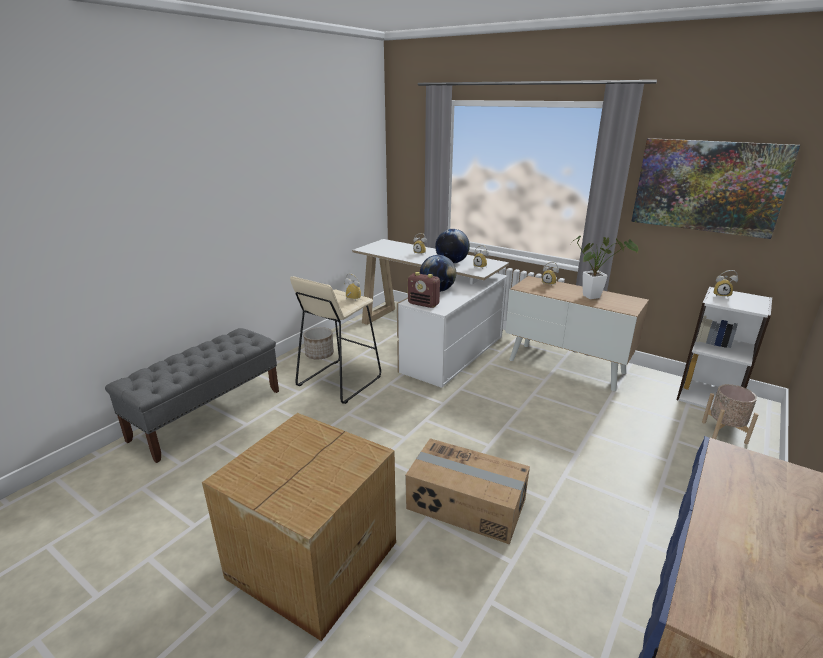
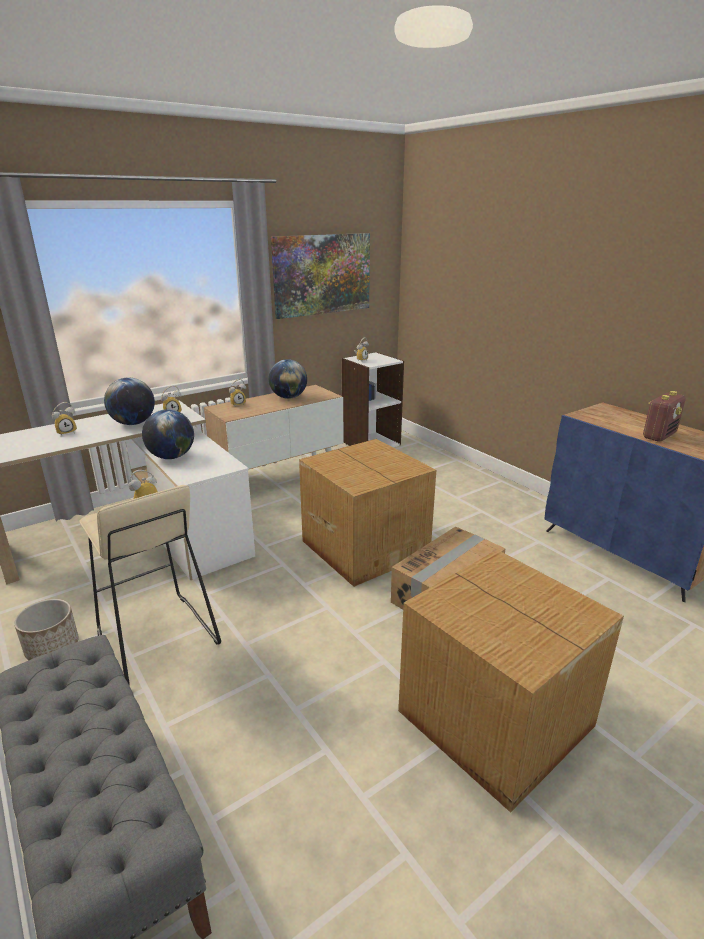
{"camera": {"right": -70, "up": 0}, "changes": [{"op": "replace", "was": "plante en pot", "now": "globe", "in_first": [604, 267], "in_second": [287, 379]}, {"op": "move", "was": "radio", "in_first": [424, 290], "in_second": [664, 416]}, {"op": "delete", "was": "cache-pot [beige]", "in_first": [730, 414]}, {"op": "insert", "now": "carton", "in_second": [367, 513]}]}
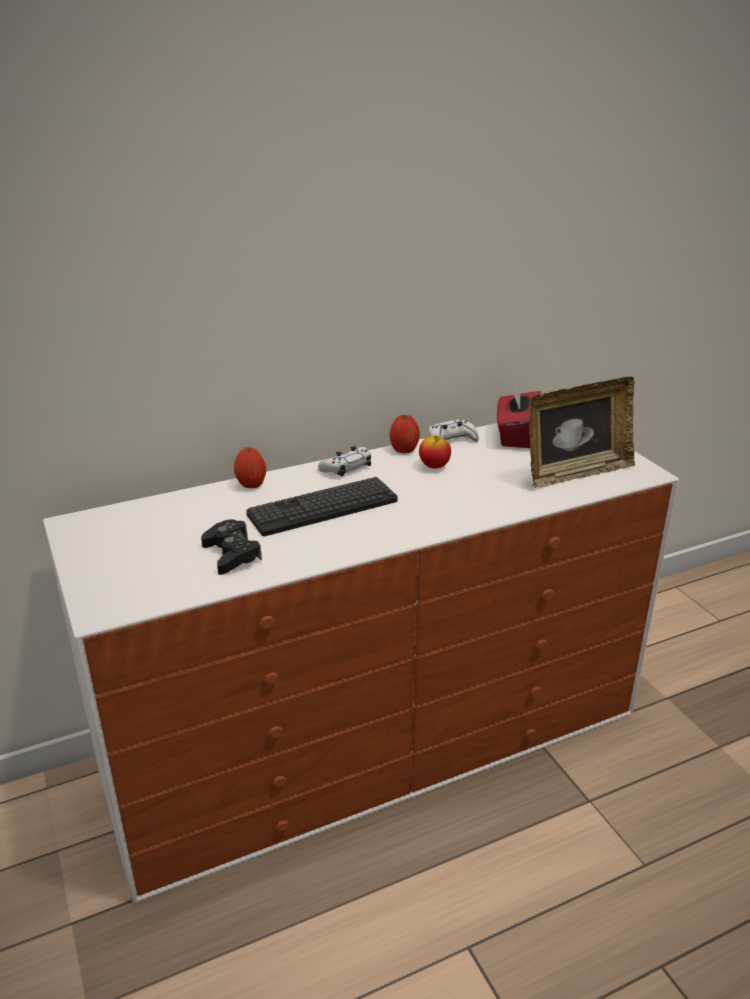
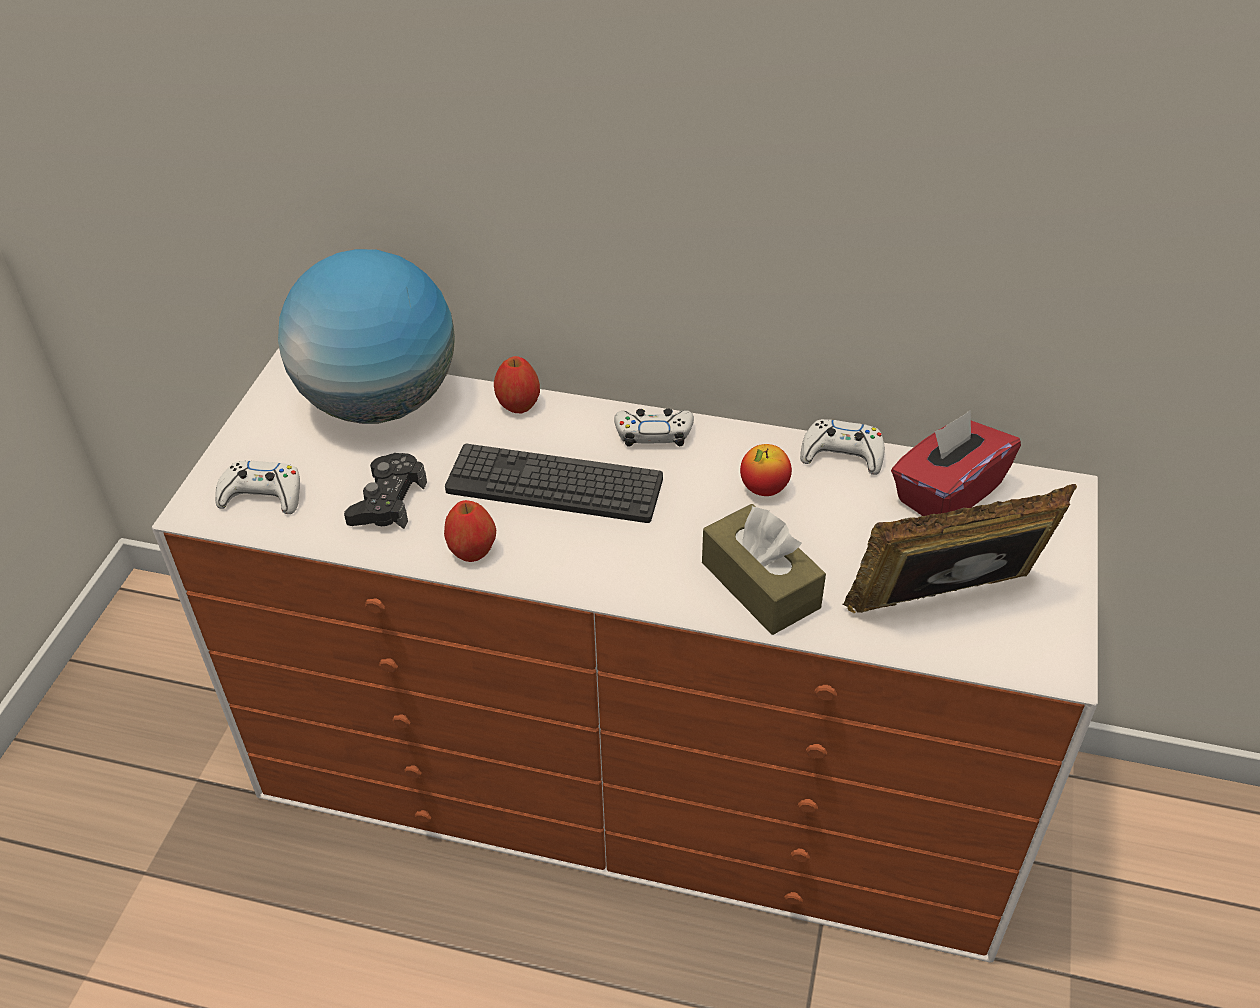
{"camera": {"right": 40, "up": 15}, "changes": [{"op": "rotate", "was": "cadre photo", "in_first": [582, 432], "in_second": [959, 548], "clockwise": 150}, {"op": "move", "was": "pomme", "in_first": [405, 433], "in_second": [470, 531]}, {"op": "insert", "now": "globe", "in_second": [366, 336]}, {"op": "insert", "now": "manette [blanc]", "in_second": [257, 487]}, {"op": "insert", "now": "boîte à mouchoirs [marron]", "in_second": [764, 569]}]}
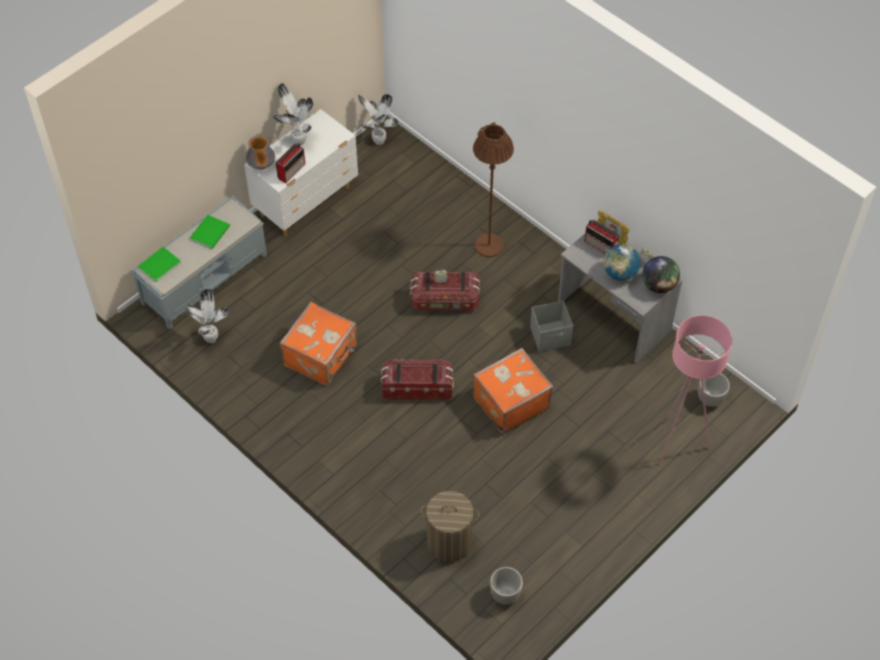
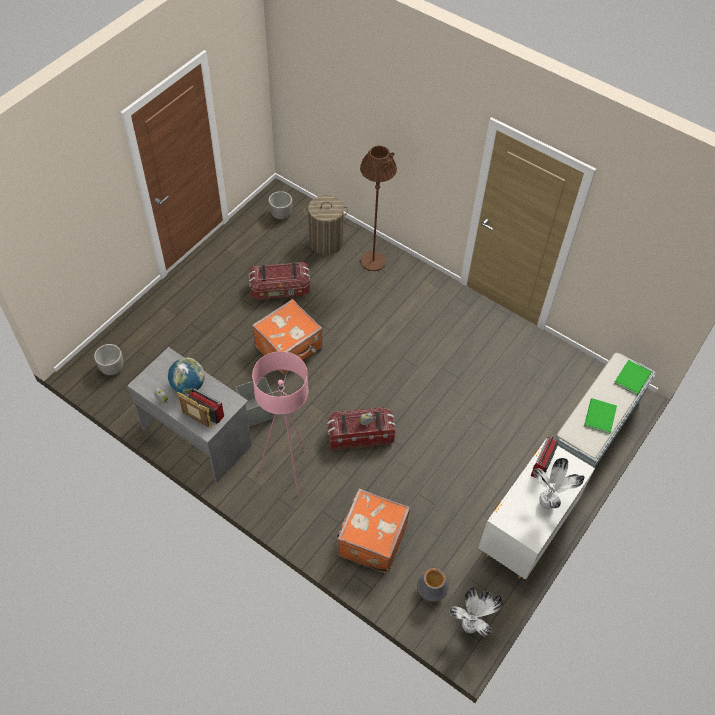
{"camera": {"right": 170, "up": 0}, "changes": [{"op": "move", "was": "lampadaire [marron]", "in_first": [493, 189], "in_second": [378, 208]}, {"op": "move", "was": "vase", "in_first": [260, 152], "in_second": [432, 585]}, {"op": "delete", "was": "globe", "in_first": [661, 274]}, {"op": "delete", "was": "plante en pot", "in_first": [206, 316]}, {"op": "move", "was": "valise [orange]", "in_first": [318, 343], "in_second": [373, 531]}, {"op": "move", "was": "lampadaire [rose]", "in_first": [695, 390], "in_second": [280, 423]}, {"op": "move", "was": "boîte de rangement", "in_first": [417, 380], "in_second": [279, 281]}]}
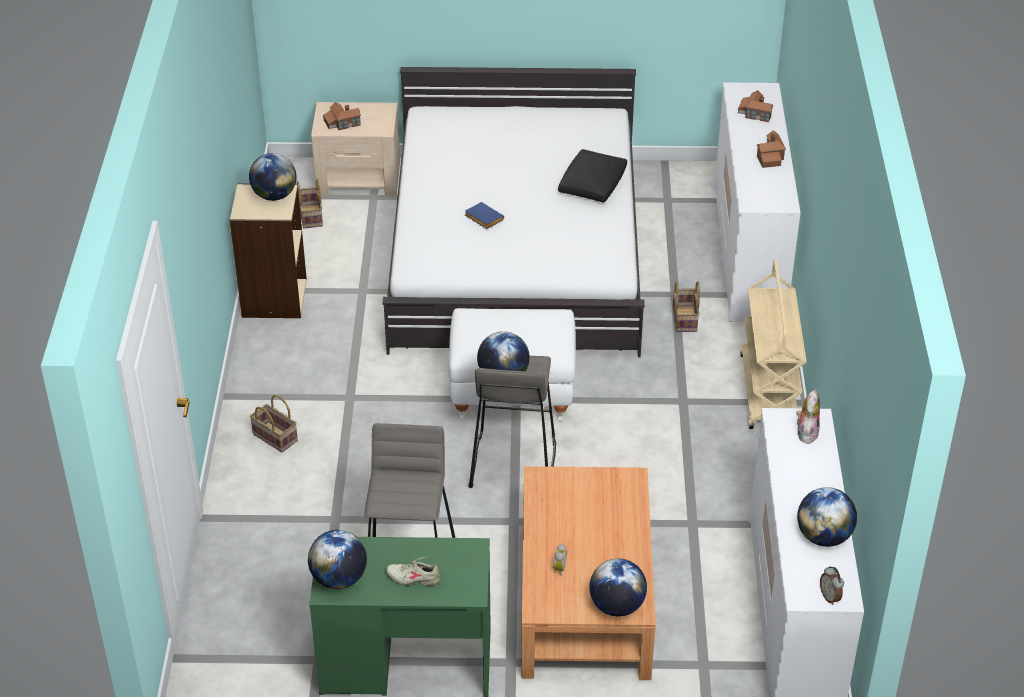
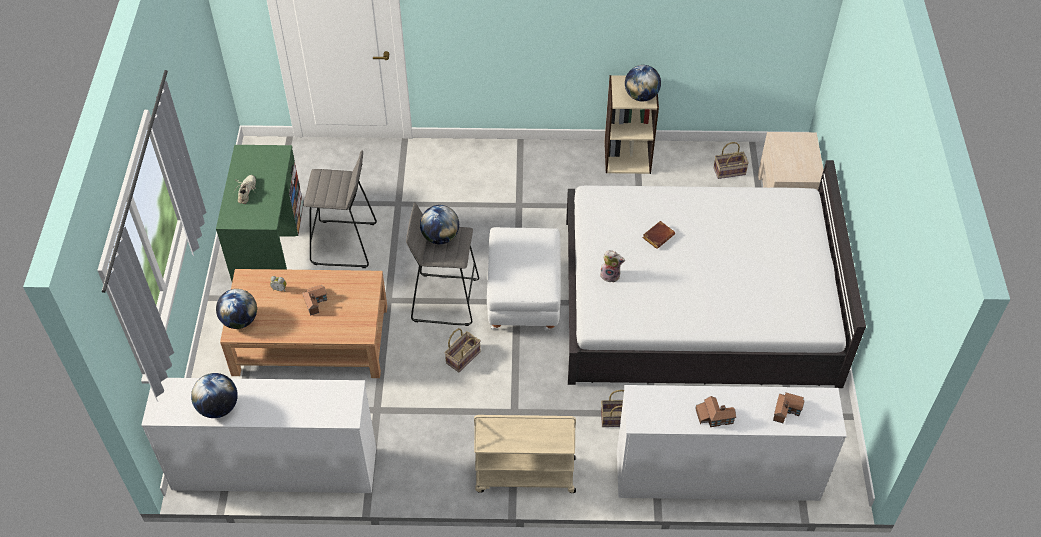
{"camera": {"right": 90, "up": 10}, "changes": [{"op": "move", "was": "maison miniature", "in_first": [342, 116], "in_second": [314, 300]}, {"op": "delete", "was": "coussin [noir]", "in_first": [592, 176]}, {"op": "recolor", "was": "livre [bleu]", "now": "livre [marron]", "in_first": [484, 215], "in_second": [658, 235]}, {"op": "move", "was": "peluche", "in_first": [808, 417], "in_second": [612, 266]}, {"op": "move", "was": "panier", "in_first": [274, 424], "in_second": [462, 350]}, {"op": "delete", "was": "globe", "in_first": [337, 559]}, {"op": "delete", "was": "réveil", "in_first": [832, 585]}]}
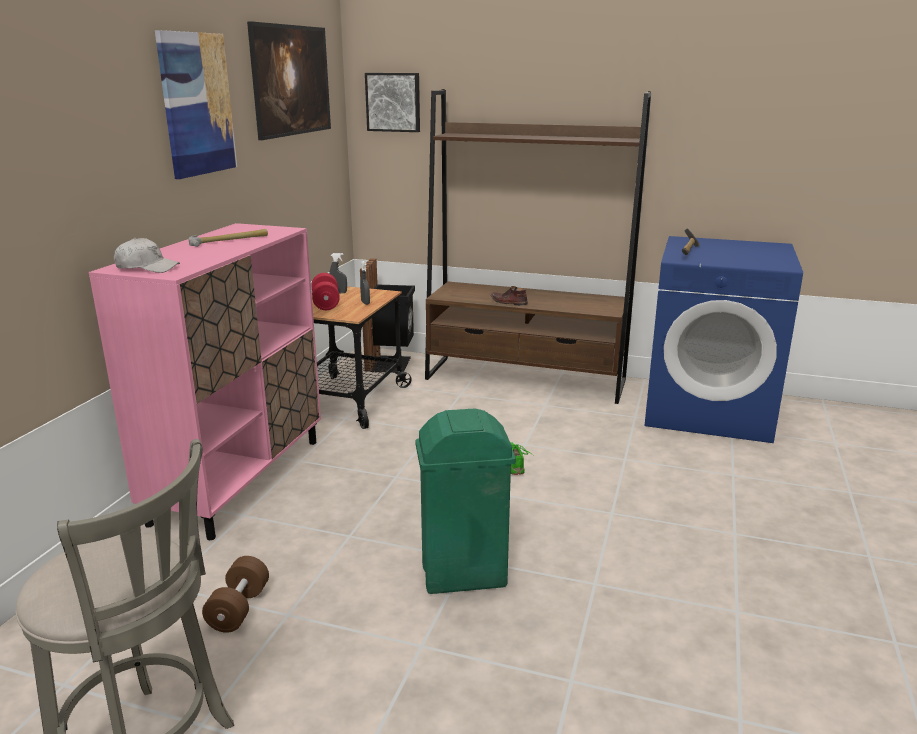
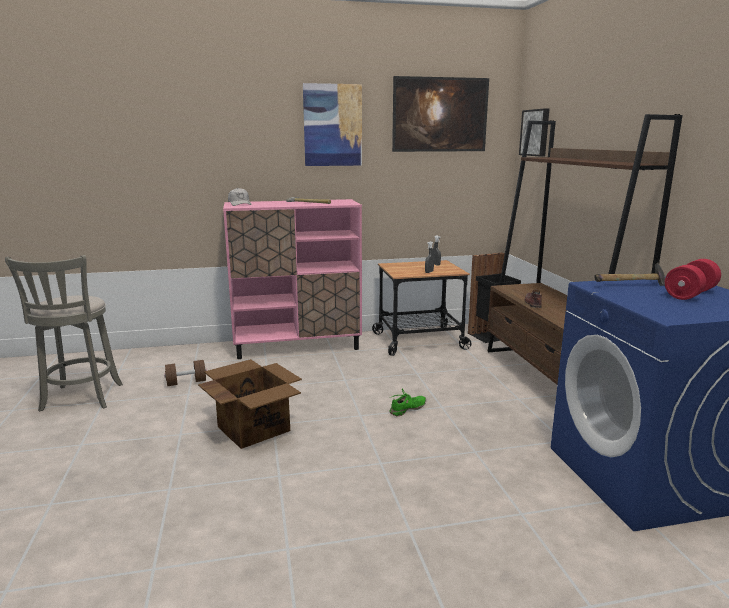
{"camera": {"right": 60, "up": -5}, "changes": [{"op": "move", "was": "haltère [rouge]", "in_first": [326, 291], "in_second": [692, 279]}, {"op": "replace", "was": "poubelle [vert]", "now": "carton", "in_first": [466, 501], "in_second": [250, 404]}]}
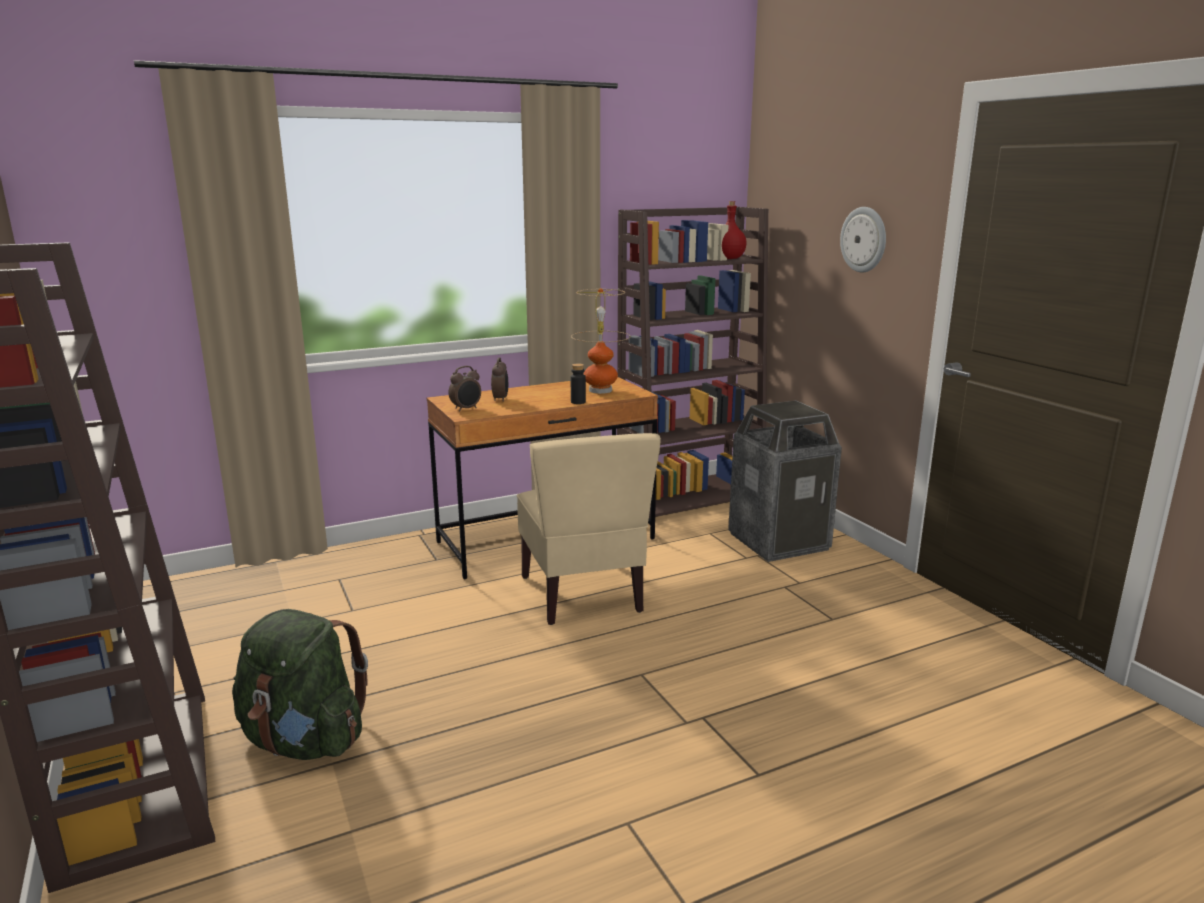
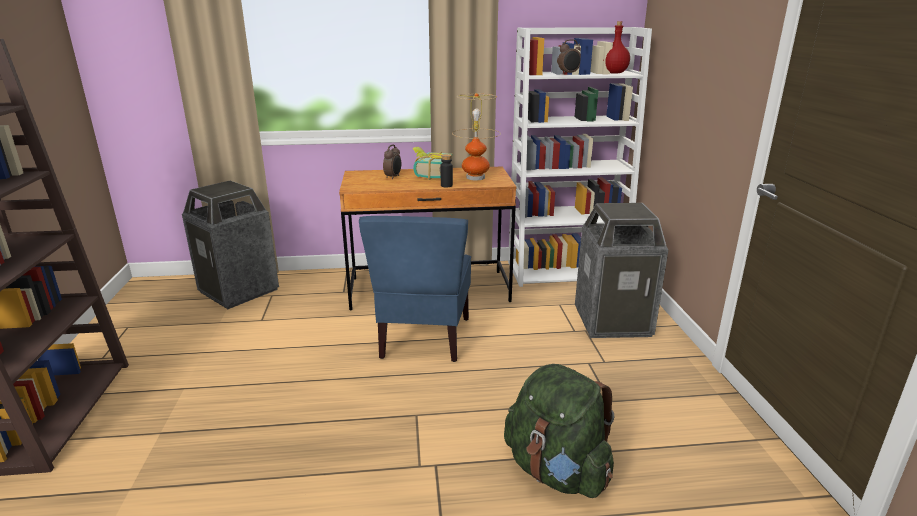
{"camera": {"right": 20, "up": 5}, "changes": [{"op": "recolor", "was": "bibliothèque [marron]", "now": "bibliothèque [blanc]", "in_first": [692, 363], "in_second": [580, 157]}, {"op": "delete", "was": "horloge murale", "in_first": [863, 239]}, {"op": "move", "was": "réveil", "in_first": [465, 389], "in_second": [569, 57]}, {"op": "recolor", "was": "chaise [beige]", "now": "chaise [bleu]", "in_first": [589, 529], "in_second": [415, 289]}, {"op": "move", "was": "sac à dos [vert]", "in_first": [300, 684], "in_second": [559, 431]}, {"op": "insert", "now": "livre", "in_second": [432, 163]}, {"op": "insert", "now": "poubelle", "in_second": [230, 245]}]}
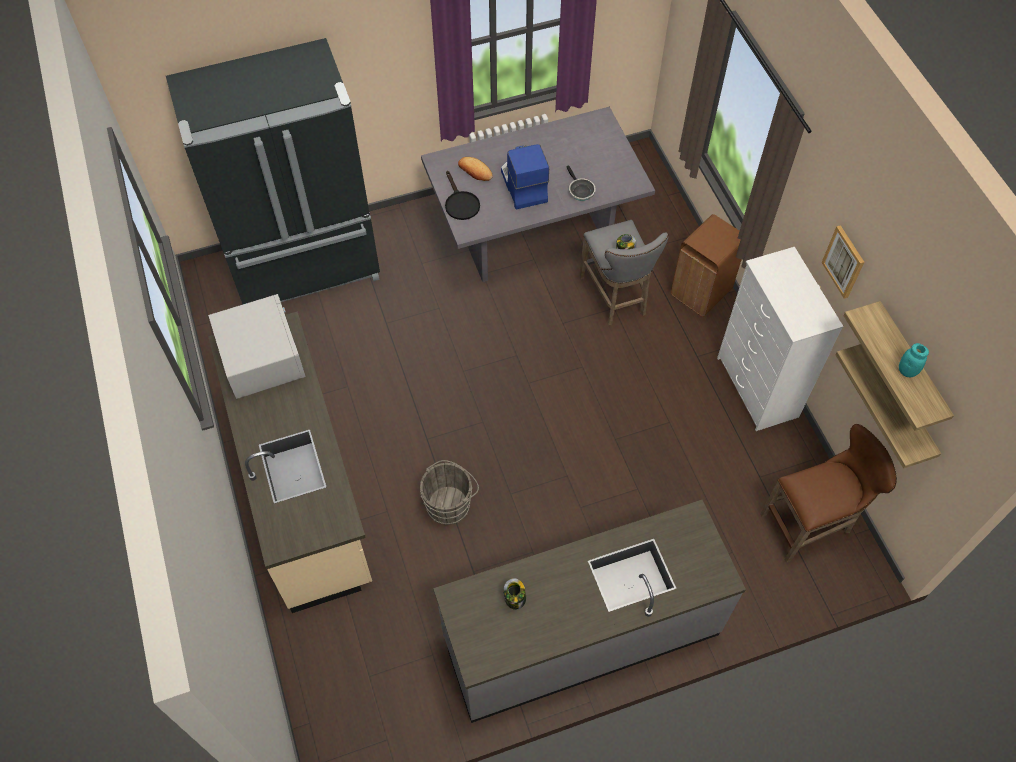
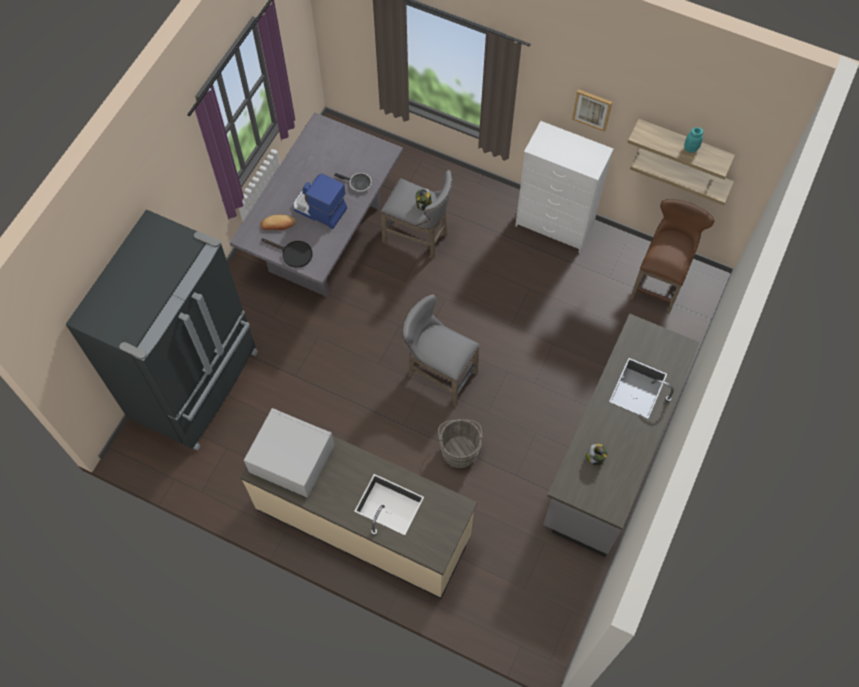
{"camera": {"right": -45, "up": 5}, "changes": [{"op": "delete", "was": "poubelle [marron]", "in_first": [706, 265]}, {"op": "insert", "now": "tabouret [gris]", "in_second": [441, 350]}]}
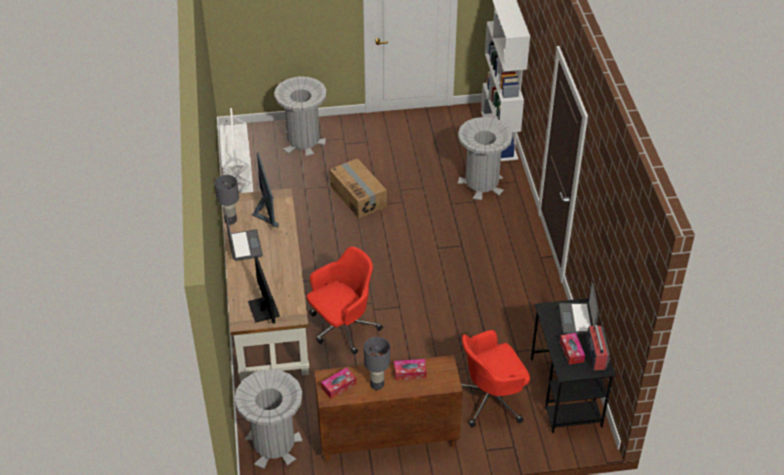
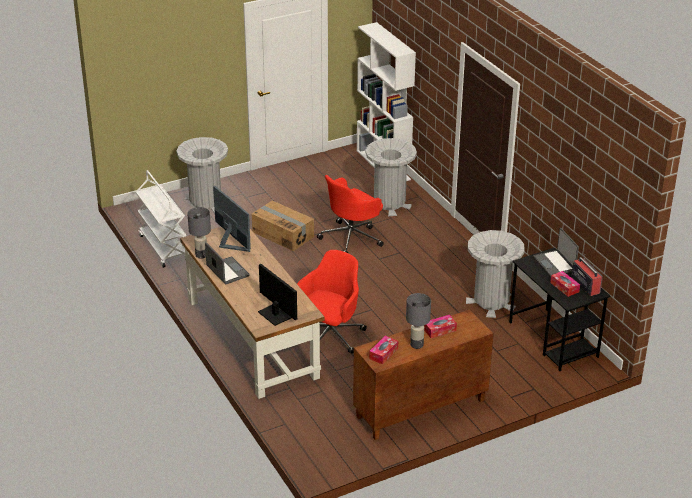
{"camera": {"right": -20, "up": -10}, "changes": [{"op": "move", "was": "chaise de bureau [rouge]", "in_first": [495, 379], "in_second": [350, 214]}, {"op": "move", "was": "poubelle [gris]", "in_first": [268, 419], "in_second": [495, 274]}]}
